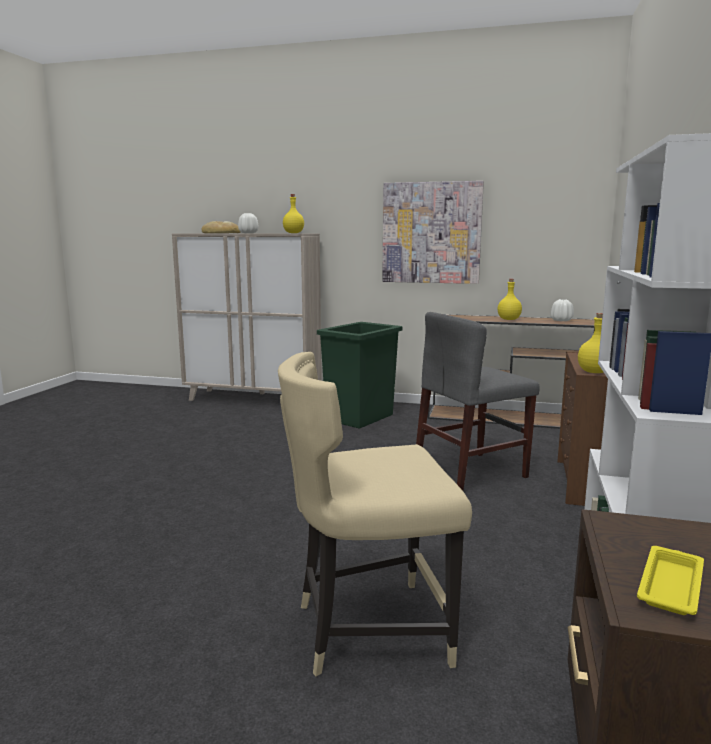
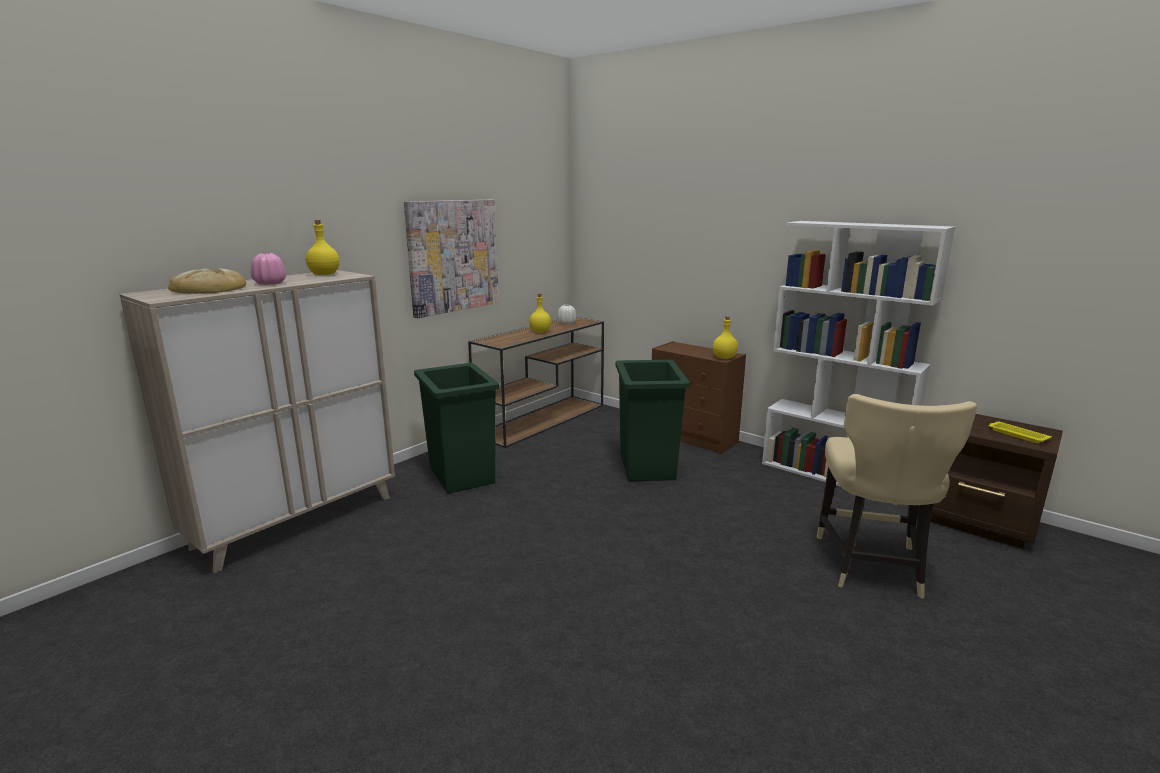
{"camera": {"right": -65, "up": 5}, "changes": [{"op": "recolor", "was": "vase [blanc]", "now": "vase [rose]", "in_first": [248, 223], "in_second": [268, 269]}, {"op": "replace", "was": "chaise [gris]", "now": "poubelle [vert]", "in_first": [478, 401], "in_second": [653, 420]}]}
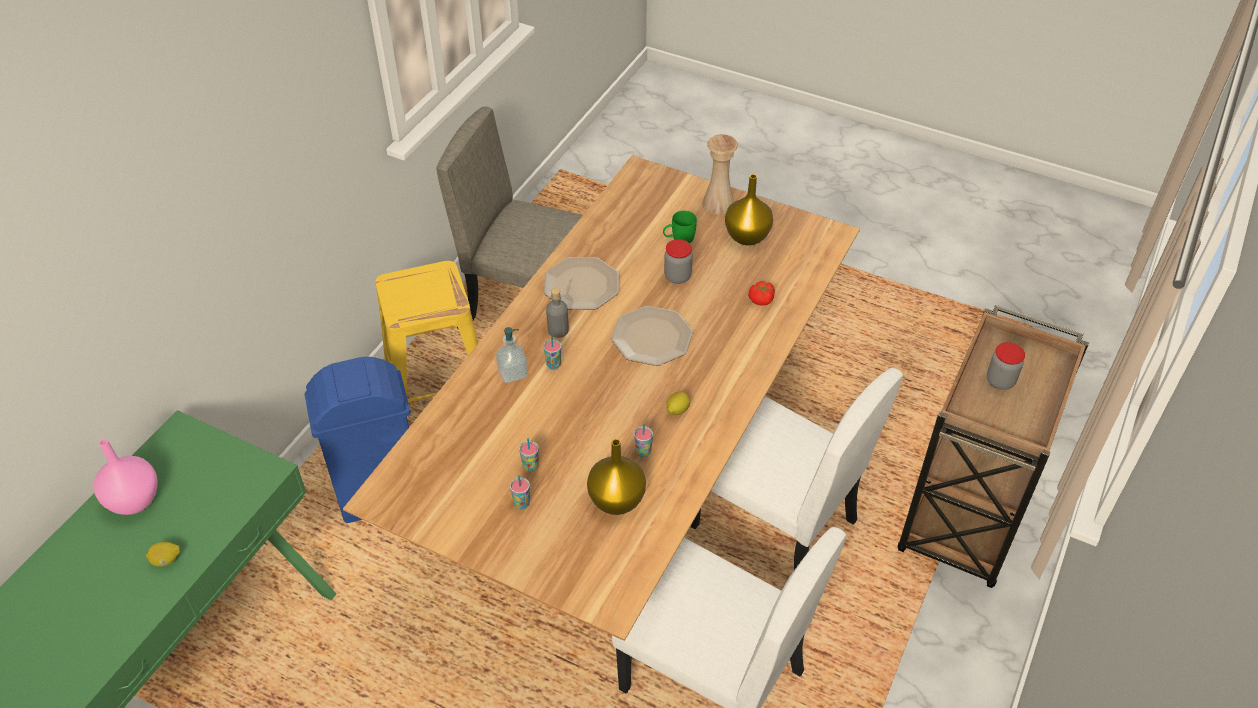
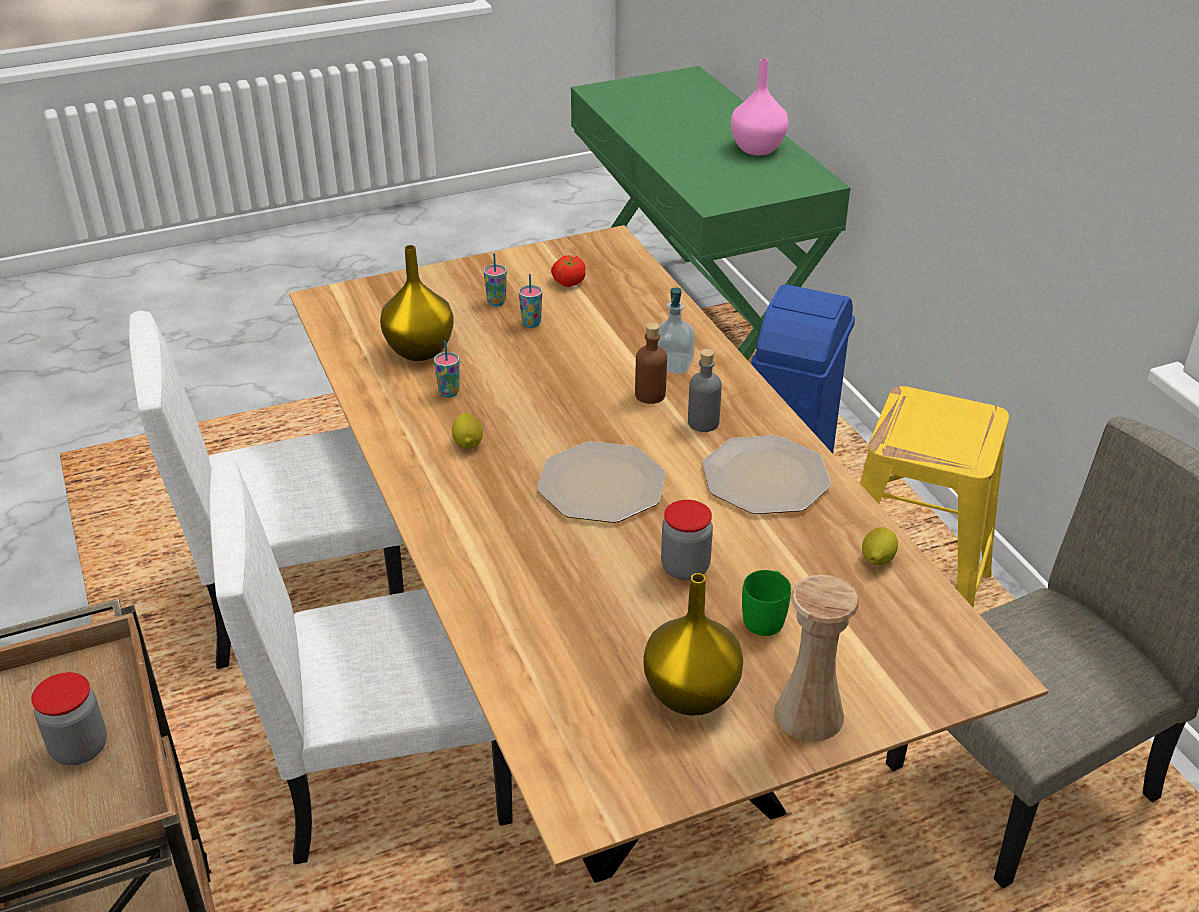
{"camera": {"right": 130, "up": -10}, "changes": [{"op": "move", "was": "tomate", "in_first": [761, 293], "in_second": [568, 271]}, {"op": "replace", "was": "tasse", "now": "bouteille [marron]", "in_first": [552, 352], "in_second": [651, 363]}, {"op": "move", "was": "citron", "in_first": [163, 554], "in_second": [880, 546]}]}
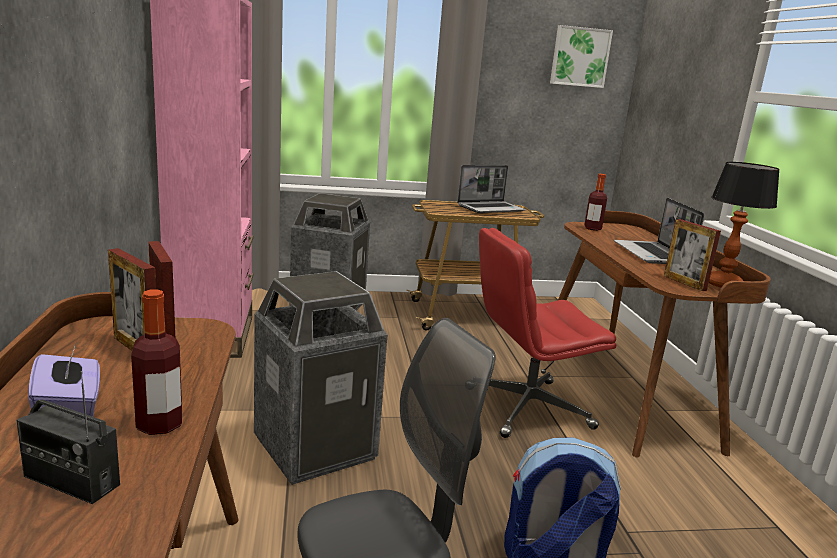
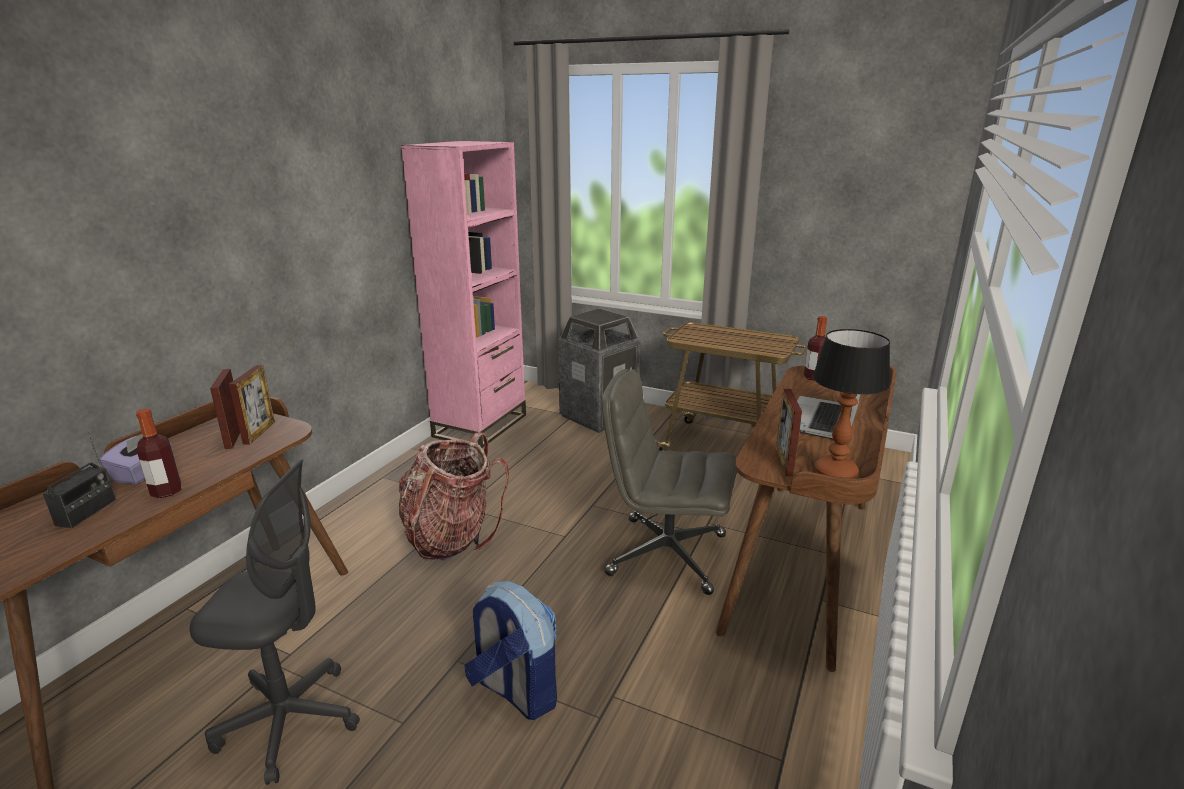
{"camera": {"right": 35, "up": 5}, "changes": [{"op": "delete", "was": "tableau", "in_first": [581, 56]}, {"op": "delete", "was": "ordinateur portable", "in_first": [491, 189]}, {"op": "recolor", "was": "chaise de bureau [rouge]", "now": "chaise de bureau [gris]", "in_first": [547, 333], "in_second": [669, 482]}, {"op": "replace", "was": "poubelle", "now": "sac à dos", "in_first": [320, 378], "in_second": [454, 496]}, {"op": "rotate", "was": "radio", "in_first": [68, 437], "in_second": [79, 480], "clockwise": -135}]}
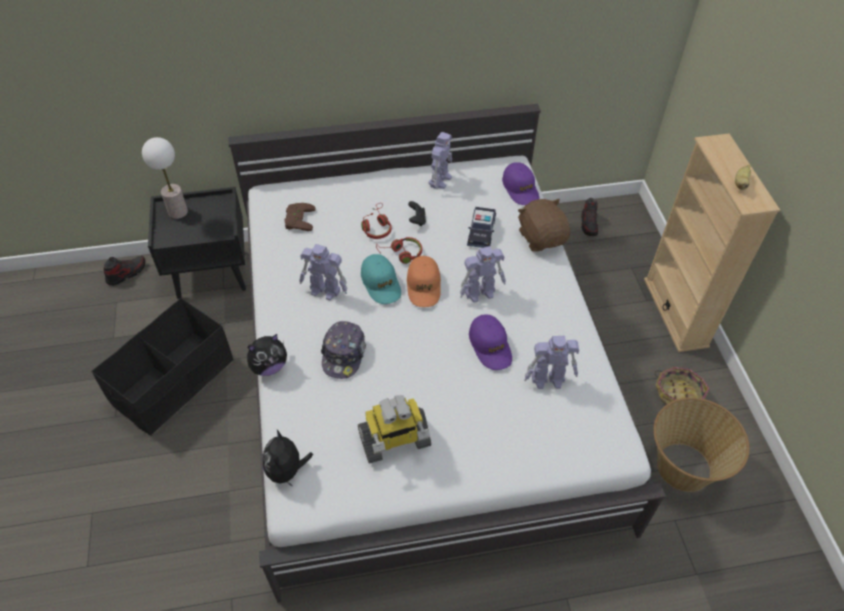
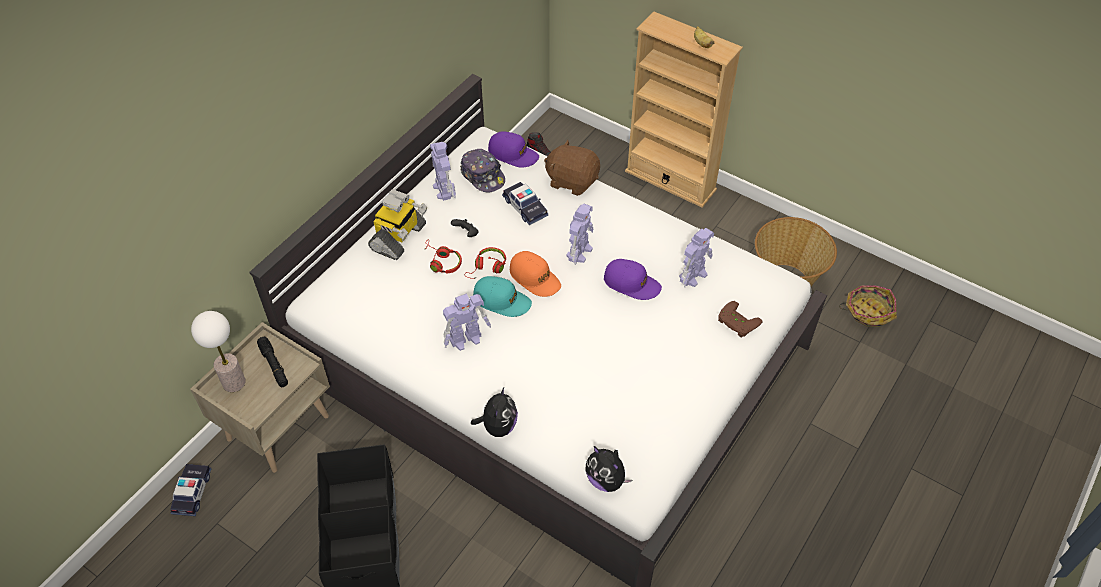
{"camera": {"right": -45, "up": 0}, "changes": [{"op": "recolor", "was": "table de chevet [noir]", "now": "table de chevet [beige]", "in_first": [197, 243], "in_second": [260, 397]}, {"op": "move", "was": "manette [marron]", "in_first": [300, 217], "in_second": [740, 319]}, {"op": "replace", "was": "chaussure", "now": "petite voiture", "in_first": [124, 270], "in_second": [190, 490]}, {"op": "move", "was": "casquette", "in_first": [343, 350], "in_second": [482, 171]}, {"op": "move", "was": "panier", "in_first": [682, 386], "in_second": [868, 306]}, {"op": "move", "was": "robot jouet", "in_first": [394, 429], "in_second": [397, 224]}, {"op": "insert", "now": "lampe de poche [noir]", "in_second": [272, 362]}]}
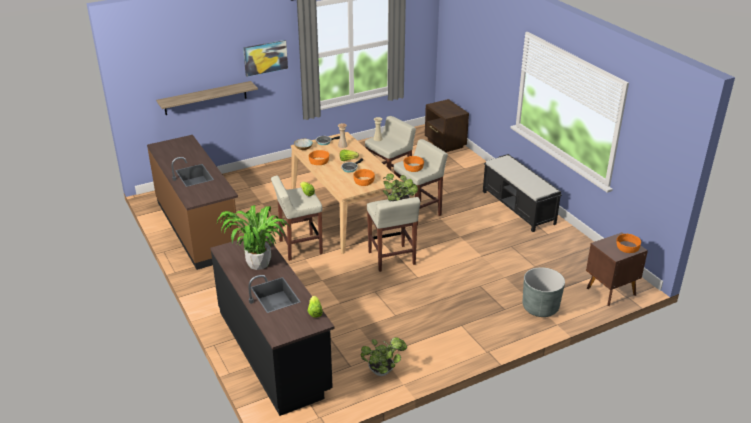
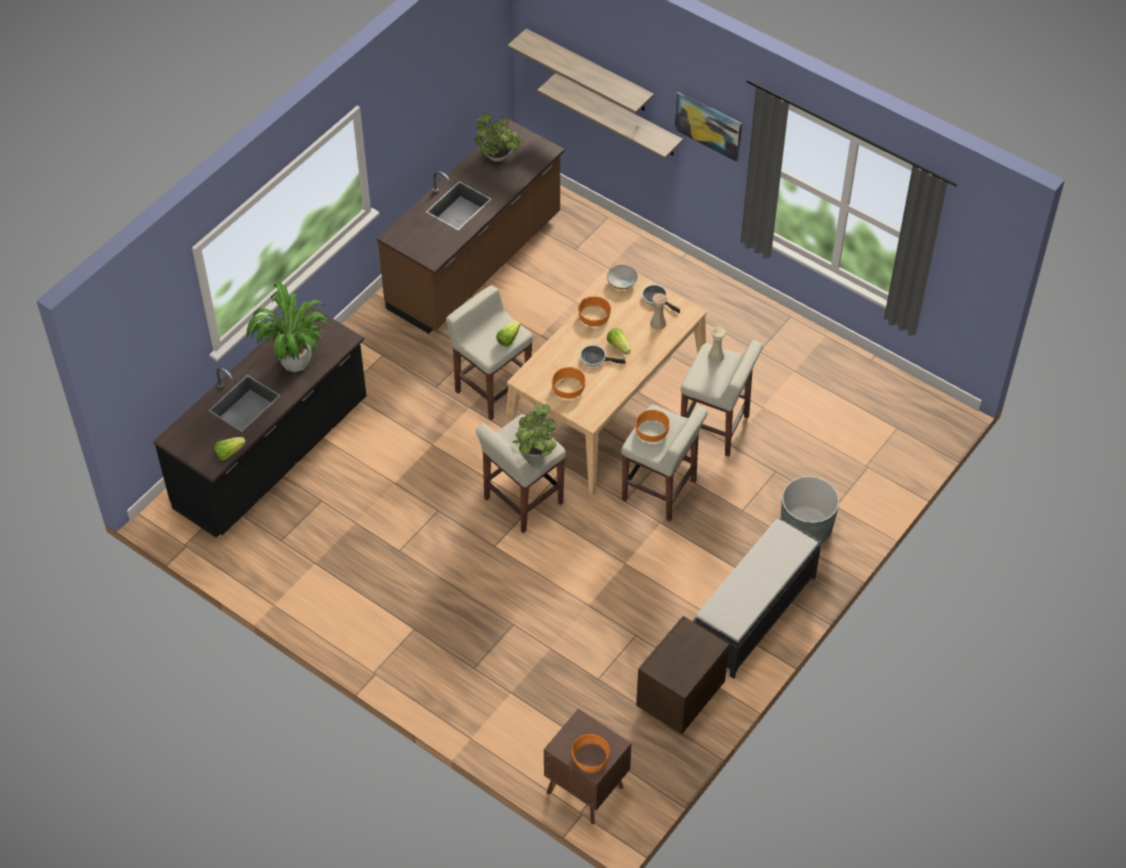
{"camera": {"right": 65, "up": 20}, "changes": [{"op": "move", "was": "table de chevet [marron]", "in_first": [447, 125], "in_second": [682, 675]}, {"op": "move", "was": "cache-pot [gris]", "in_first": [544, 292], "in_second": [810, 510]}, {"op": "move", "was": "plante en pot", "in_first": [384, 356], "in_second": [498, 137]}, {"op": "insert", "now": "étagère", "in_second": [580, 71]}]}
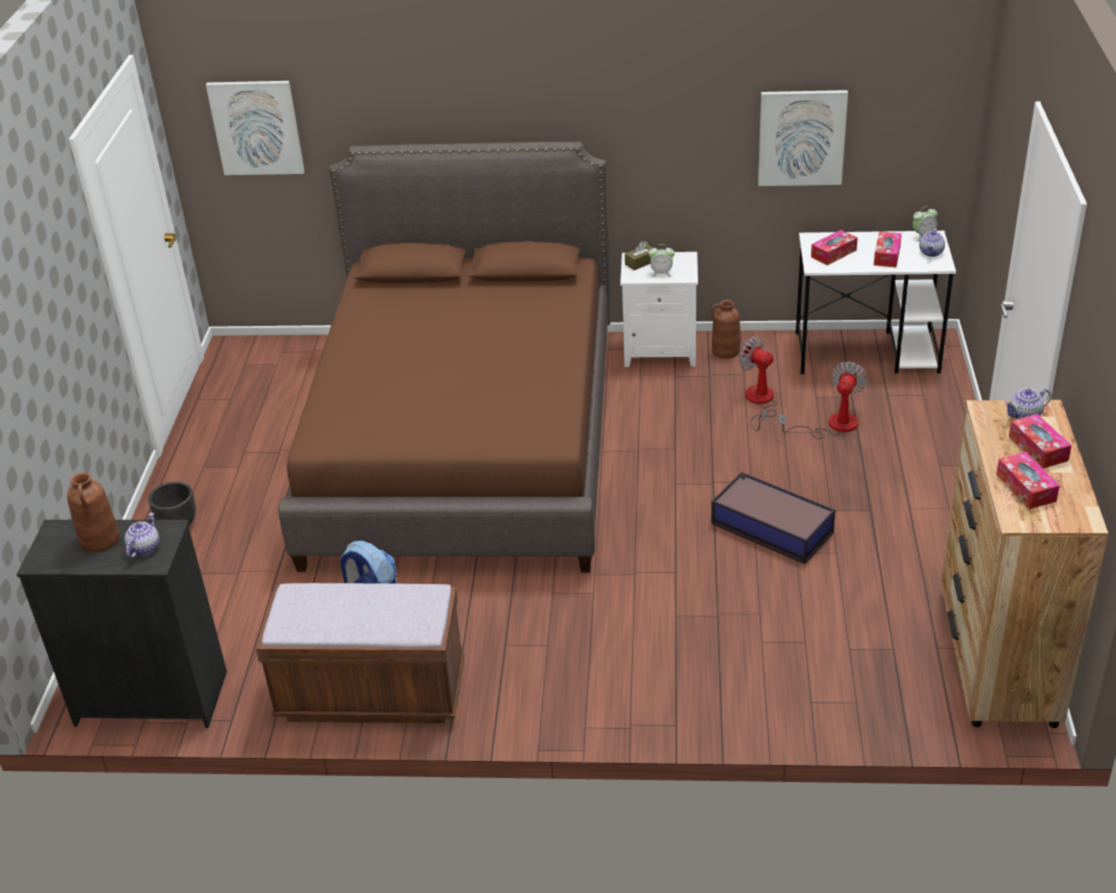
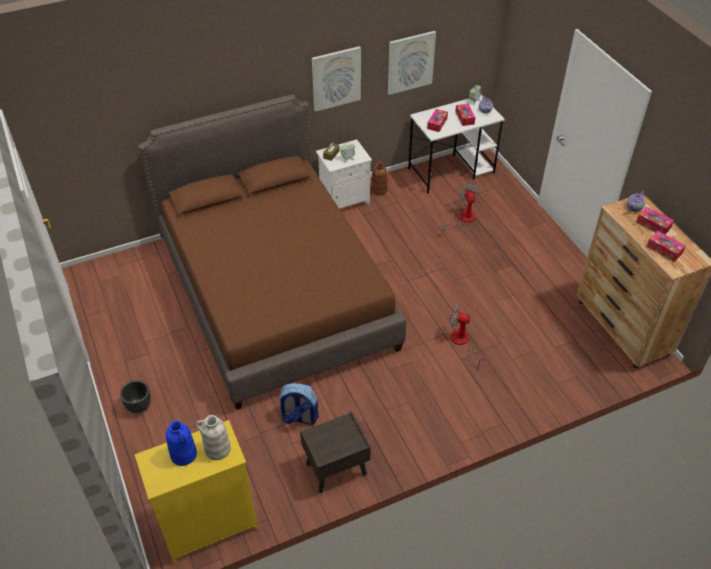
{"camera": {"right": -30, "up": 10}, "changes": [{"op": "move", "was": "tableau", "in_first": [255, 128], "in_second": [336, 79]}, {"op": "move", "was": "ventilateur", "in_first": [758, 383], "in_second": [467, 336]}, {"op": "recolor", "was": "vase [marron]", "now": "vase [bleu]", "in_first": [93, 512], "in_second": [181, 443]}, {"op": "delete", "was": "boîte de rangement", "in_first": [773, 518]}, {"op": "replace", "was": "théière", "now": "vase [blanc]", "in_first": [142, 535], "in_second": [213, 437]}, {"op": "recolor", "was": "commode [noir]", "now": "commode [jaune]", "in_first": [122, 624], "in_second": [196, 491]}, {"op": "replace", "was": "banc [marron]", "now": "table de chevet [marron]", "in_first": [360, 653], "in_second": [335, 452]}]}
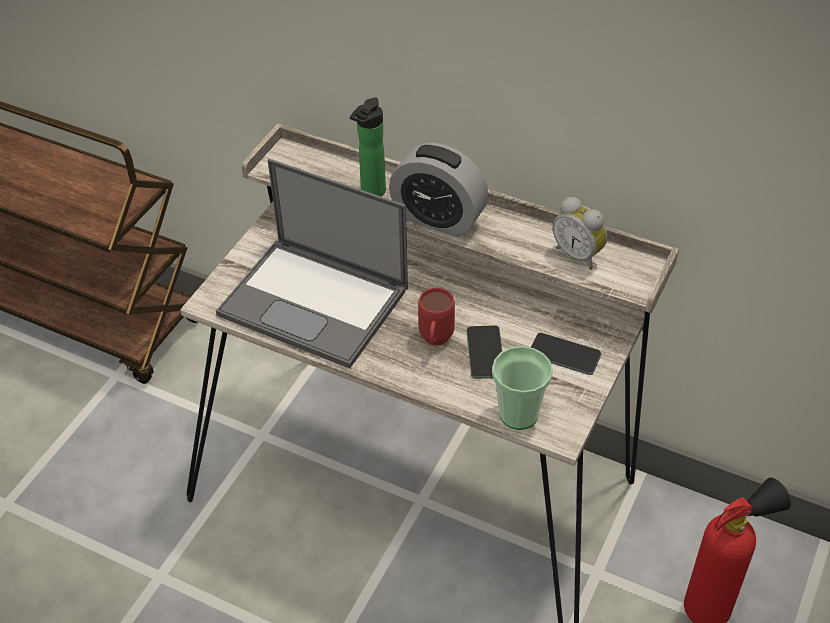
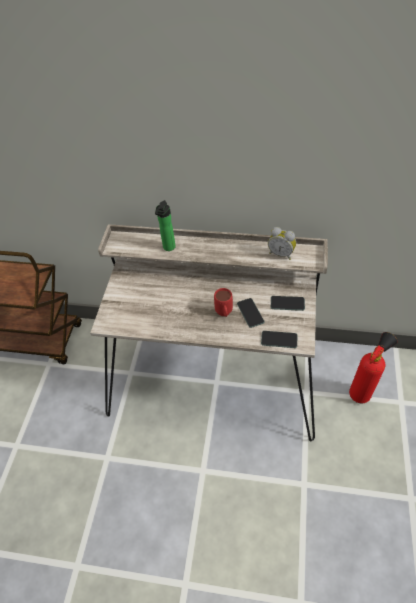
{"camera": {"right": -15, "up": 5}, "changes": [{"op": "delete", "was": "réveil", "in_first": [438, 190]}, {"op": "delete", "was": "ordinateur portable", "in_first": [312, 263]}, {"op": "replace", "was": "tasse", "now": "téléphone", "in_first": [522, 388], "in_second": [279, 339]}]}
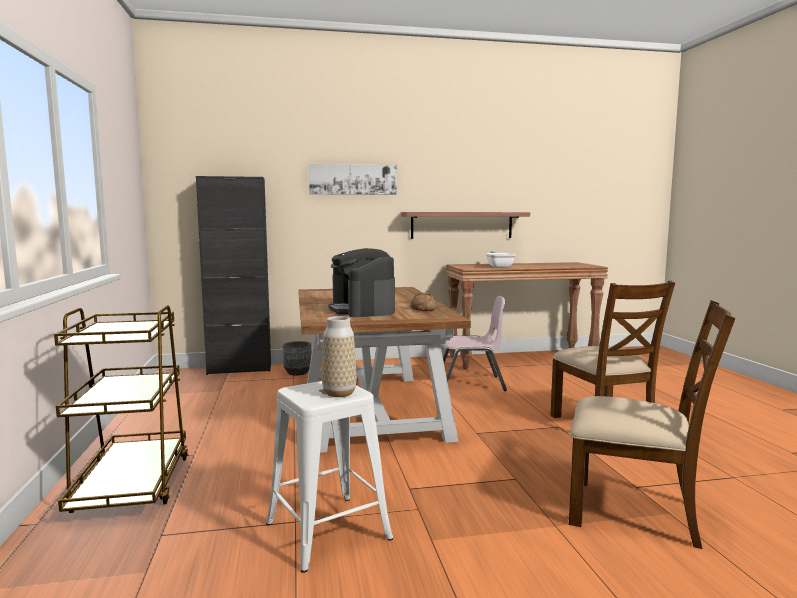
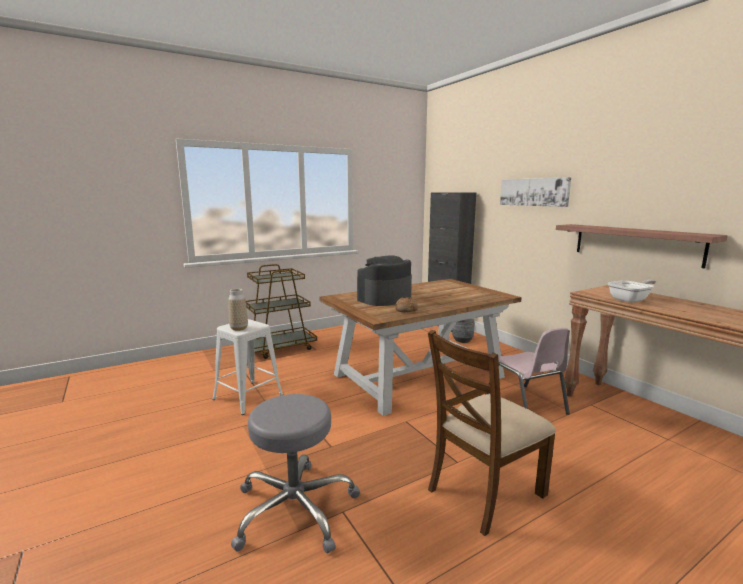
{"camera": {"right": 70, "up": 5}, "changes": [{"op": "replace", "was": "chaise [marron]", "now": "tabouret [gris]", "in_first": [652, 424], "in_second": [295, 473]}]}
